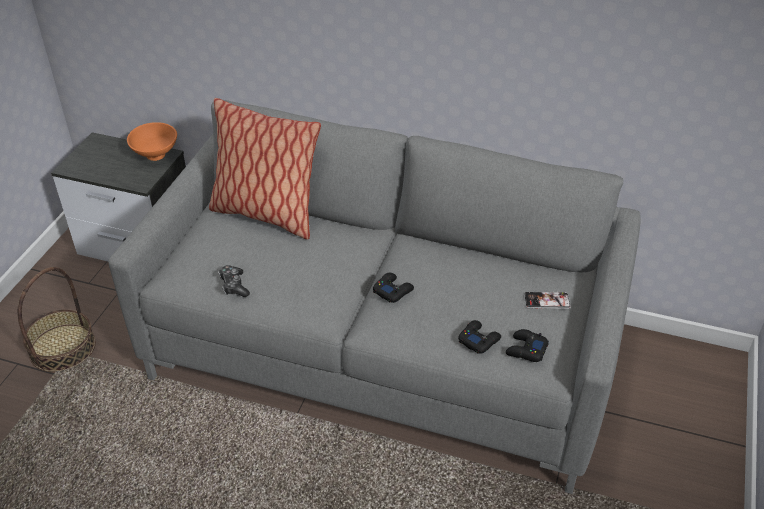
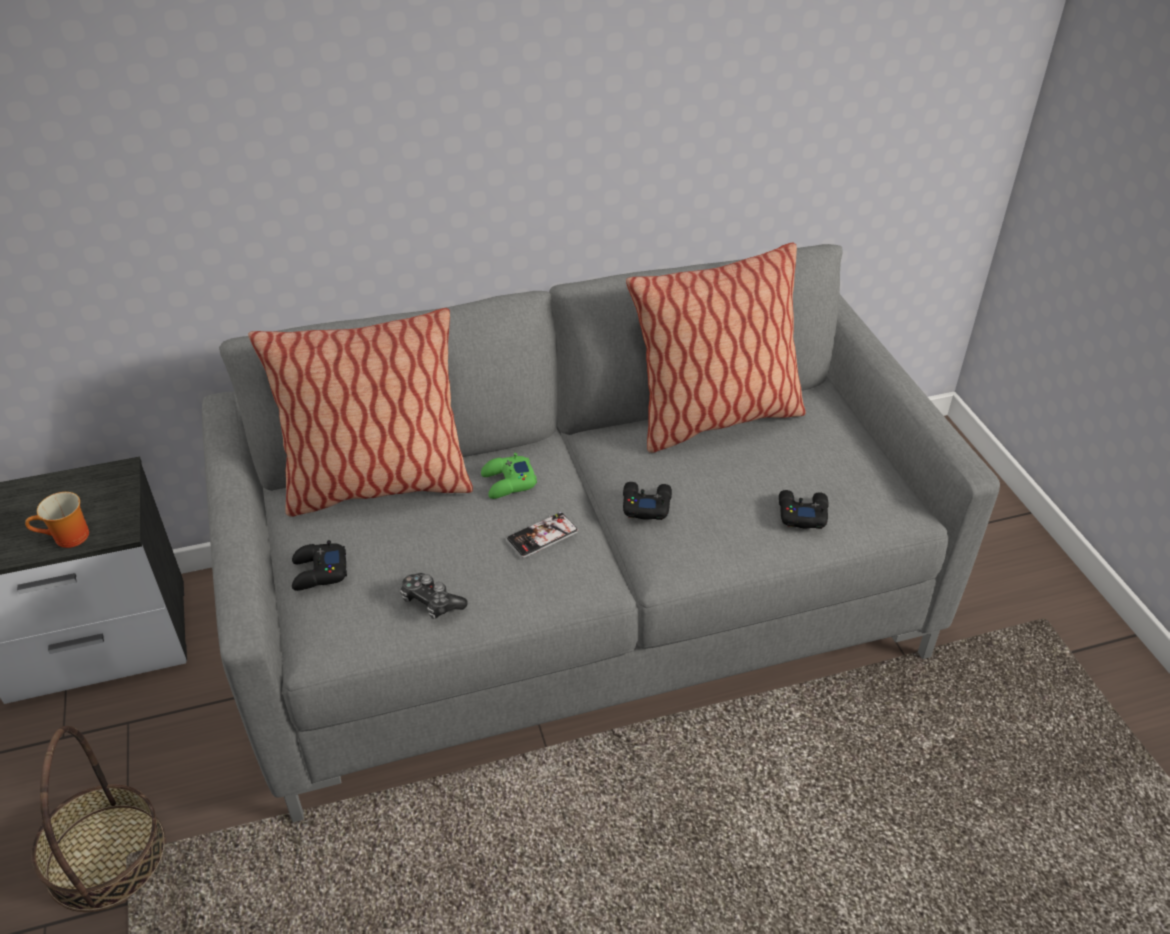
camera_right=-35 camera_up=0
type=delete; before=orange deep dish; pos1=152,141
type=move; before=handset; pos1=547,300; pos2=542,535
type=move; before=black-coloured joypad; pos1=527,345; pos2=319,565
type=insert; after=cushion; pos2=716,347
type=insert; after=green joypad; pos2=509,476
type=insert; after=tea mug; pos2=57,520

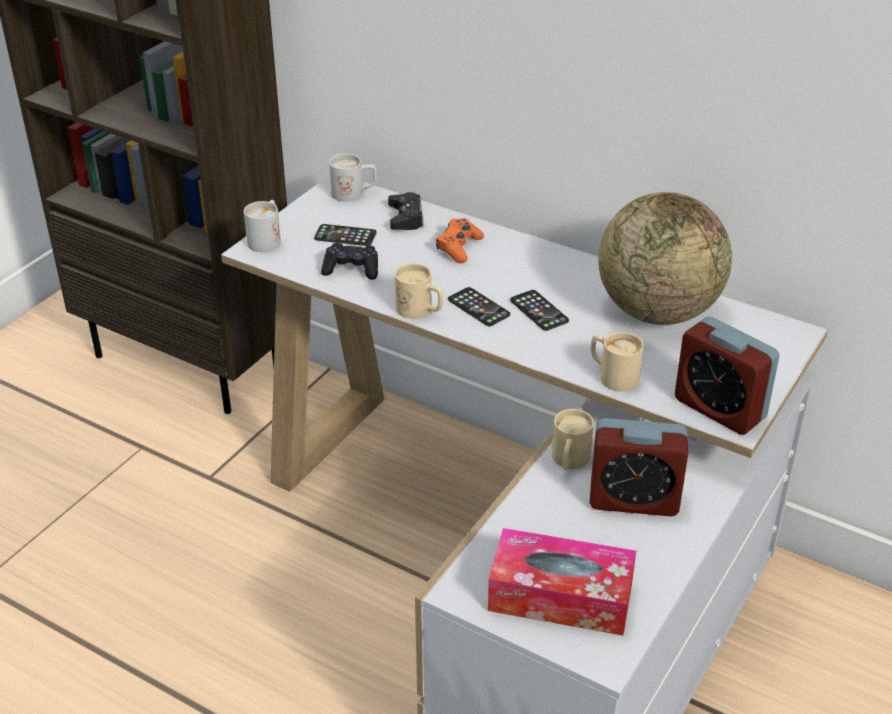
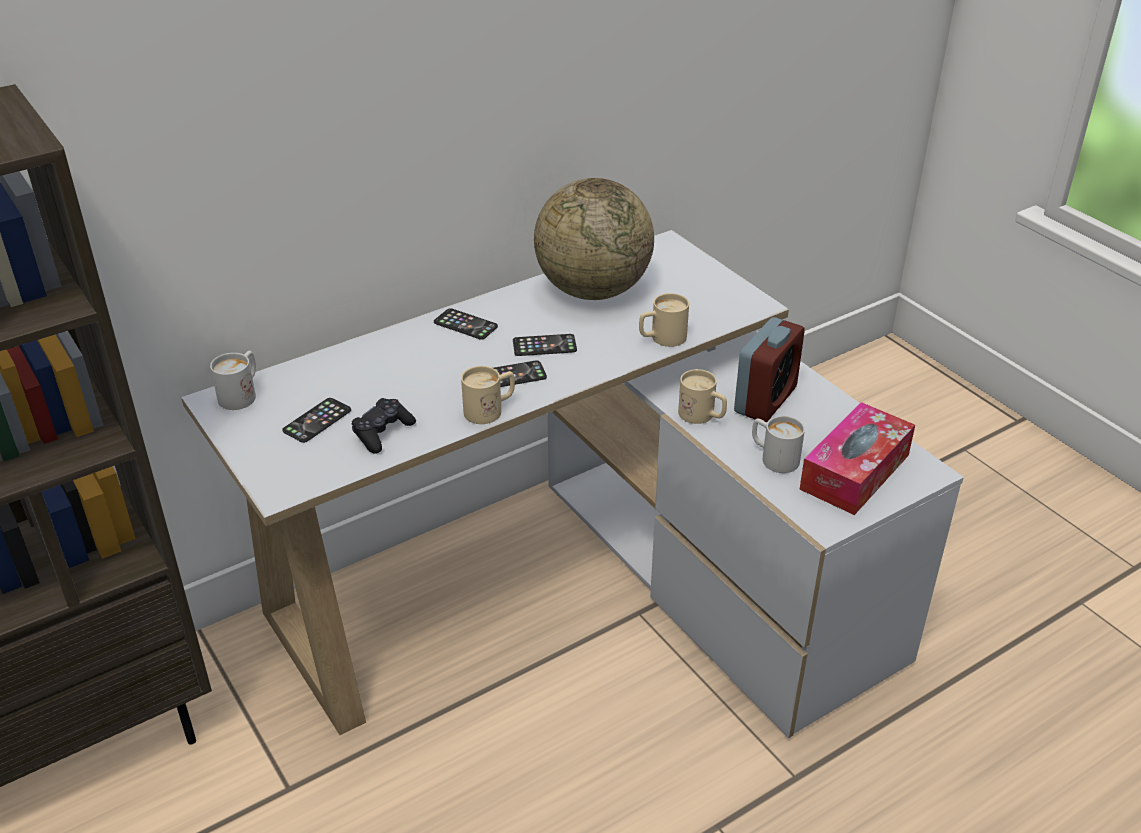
camera_right=-65 camera_up=0
type=delete; before=black-coloured joypad; pos1=406,211
type=move; before=white-coloured tea mug; pos1=262,226; pos2=778,444
type=delete; before=orange joypad; pos1=460,240
type=delete; before=bedside clock; pos1=727,376
type=insert; after=handset; pos2=466,324

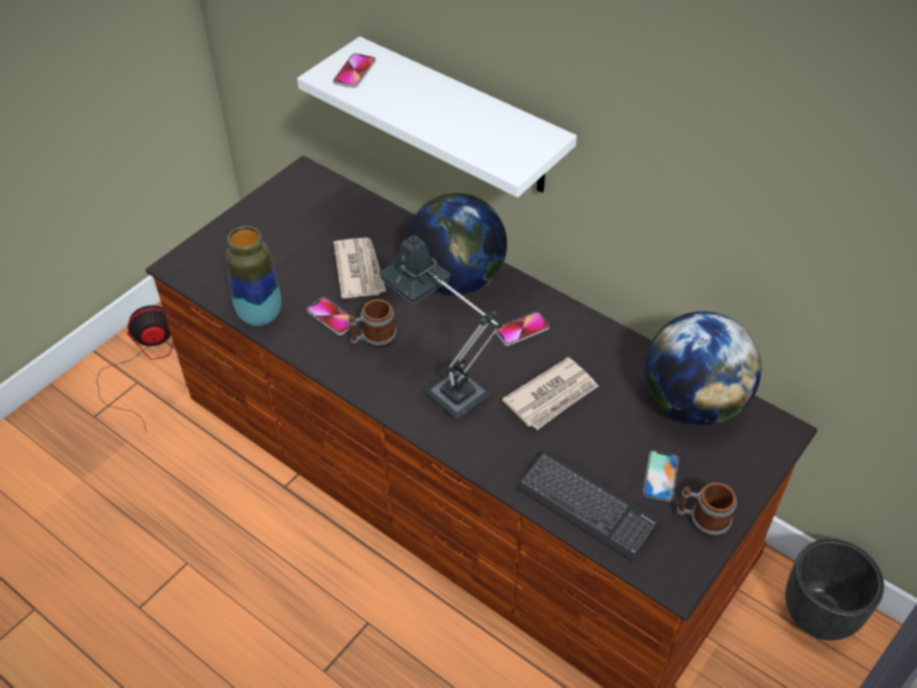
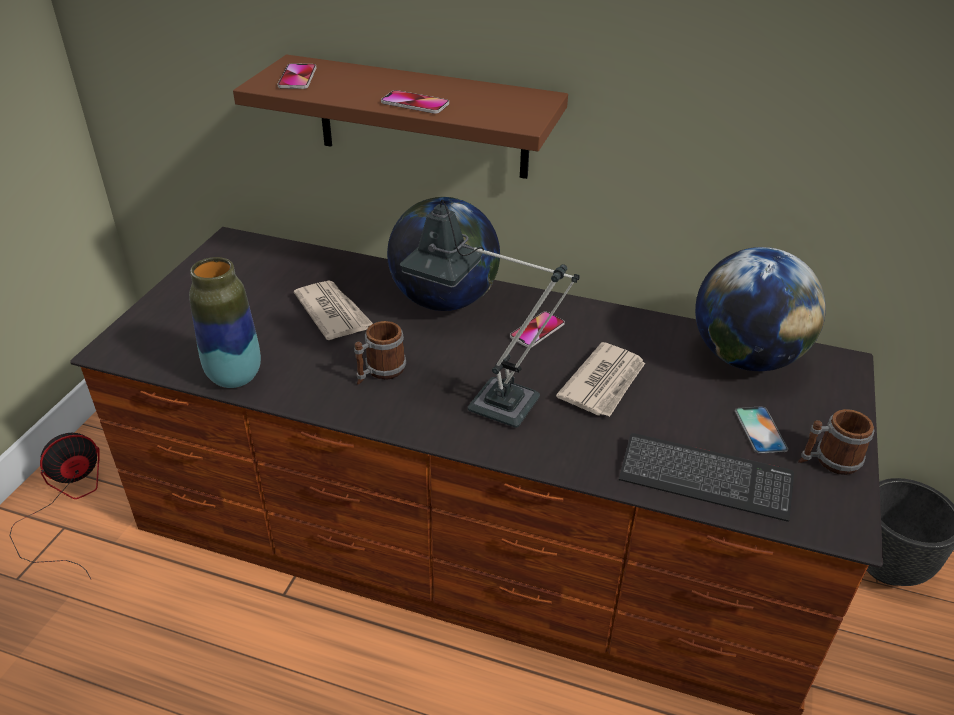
camera_right=-20 camera_up=-10
type=recolor; before=white-coloured shelf; after=brown shelf; pos1=437,117; pos2=400,117
type=move; before=handset; pos1=332,316; pos2=415,102

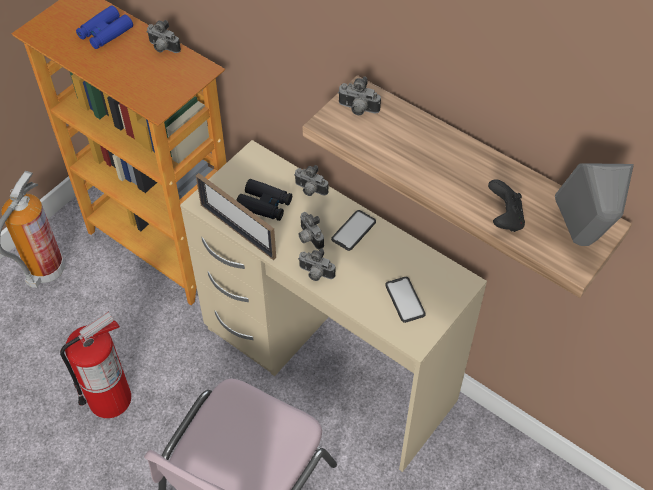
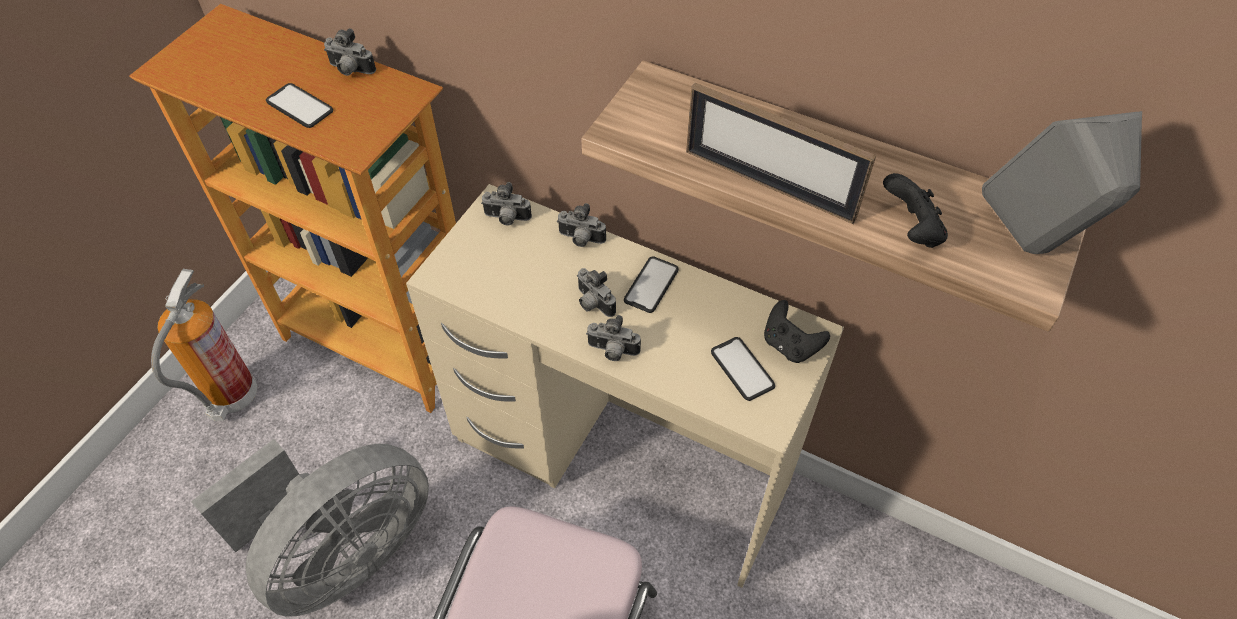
camera_right=-10 camera_up=0
type=delete; before=blue-coloured binoculars; pos1=104,27
type=move; before=still camera; pos1=359,96; pos2=506,204
type=move; before=picture frame; pos1=236,216; pos2=781,153
type=delete; before=black-coloured binoculars; pos1=264,200
type=replace; before=fire-fighting cylinder; after=greyish fan; pos1=95,364; pos2=310,528
type=insert; after=handset; pos2=299,105
type=insert; after=black-coloured joypad; pos2=797,331

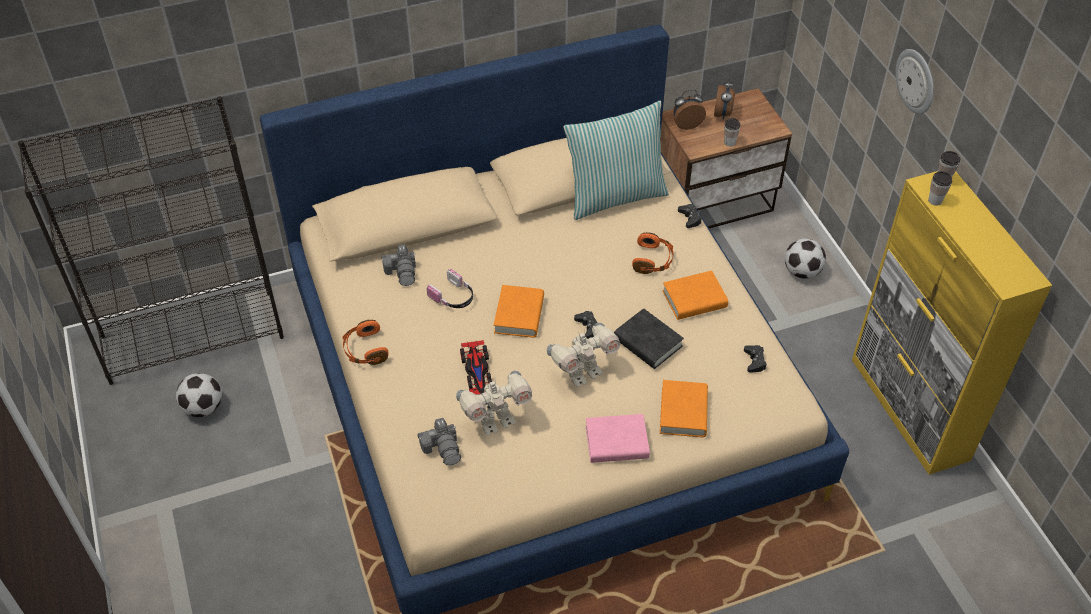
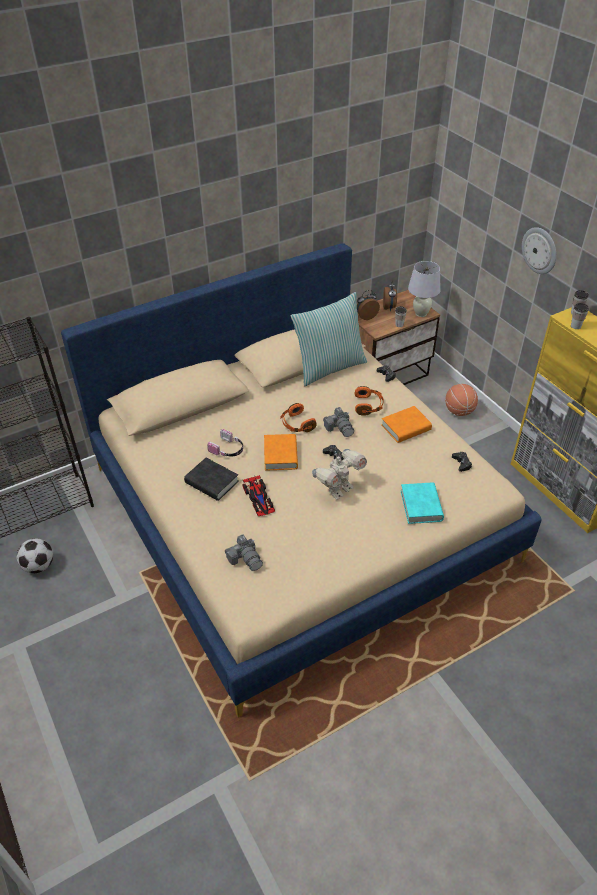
camera_right=-10 camera_up=-5
type=replace; before=ball for football; after=ball for basketball; pos1=805,258; pos2=461,400
type=move; before=still camera; pos1=398,265; pos2=338,422
type=move; before=black-coloured bound book; pos1=649,338; pos2=211,479
type=move; before=orange pair of headphones; pos1=366,342; pos2=298,417
type=delete; before=model robot; pos1=494,403
type=recolor; before=orange bound book; after=turquoise bound book; pos1=684,408; pos2=422,503
type=delete; before=pink-coloured bound book; pos1=618,438
type=insert; after=white-coloured table lamp; pos2=424,289

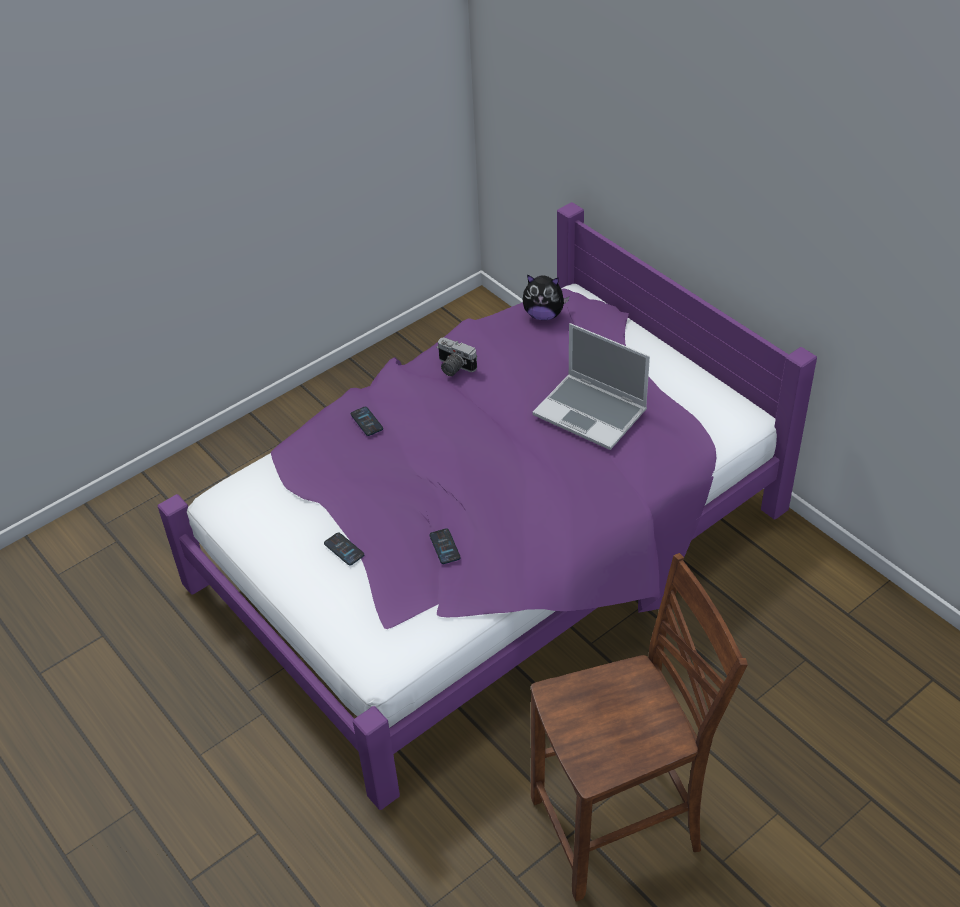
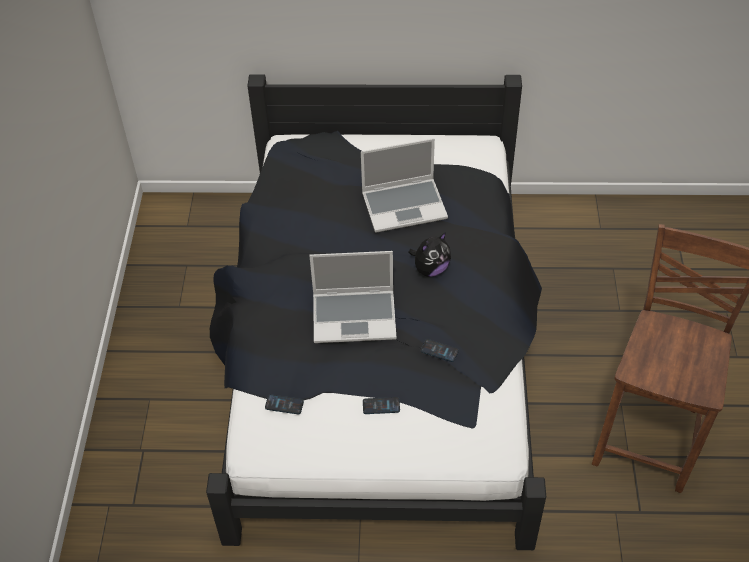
camera_right=-50 camera_up=5
type=recolor; before=purple bedroom bed; after=black-coloured bedroom bed; pos1=487,506; pos2=376,312
type=move; before=cuddly toy; pos1=546,297; pos2=429,254
type=delete; before=still camera; pos1=456,356
type=move; before=handset; pos1=367,421; pos2=284,404
type=insert; after=portable computer; pos2=353,297

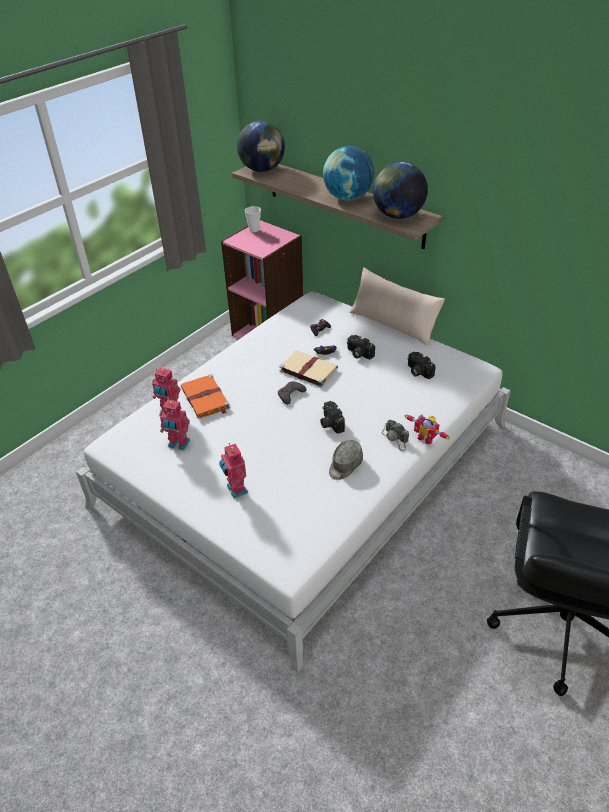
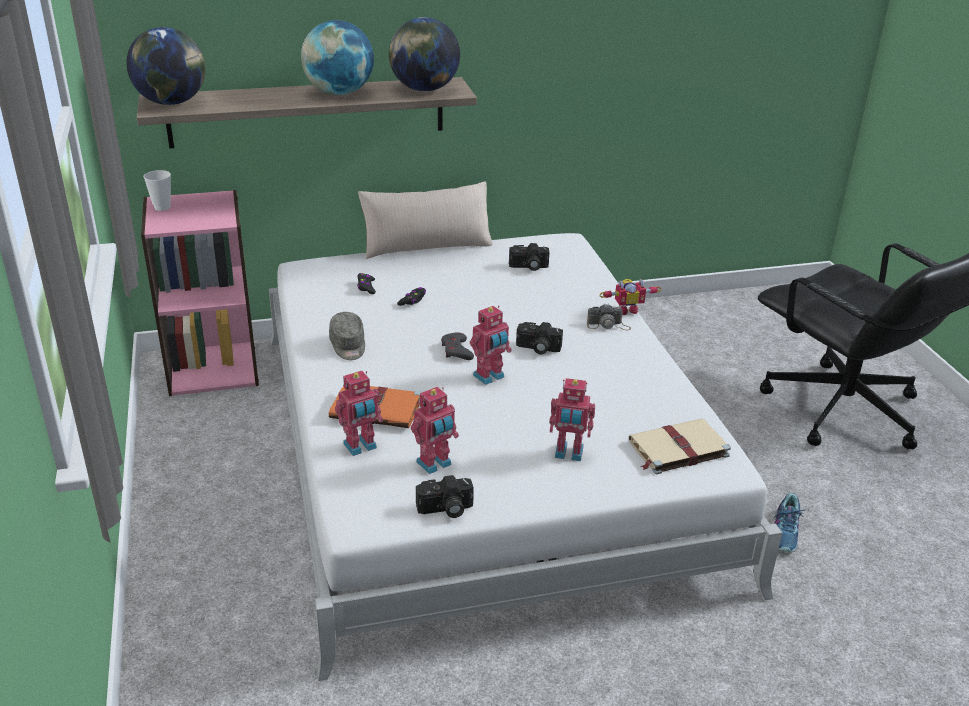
camera_right=-55 camera_up=-10
type=move; before=still camera; pos1=361,347; pos2=445,496
type=move; before=beige bound book; pos1=308,368; pos2=680,446
type=move; before=greyish cap; pos1=346,460; pos2=347,336
type=insert; after=model robot; pos2=491,345
type=insert; after=low shoe; pos2=789,522

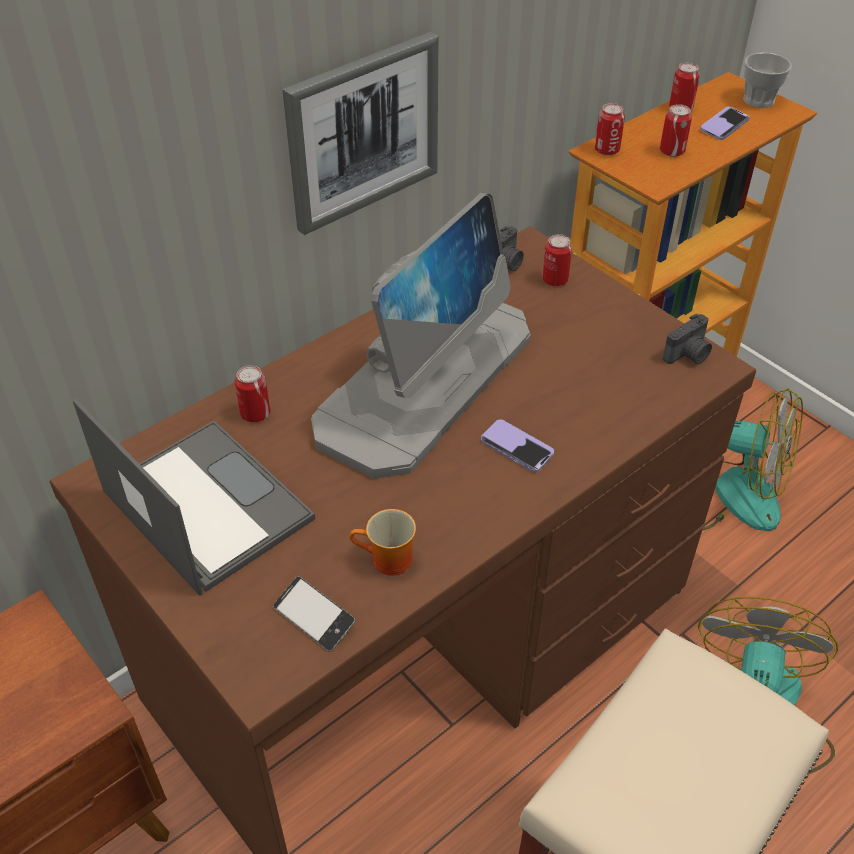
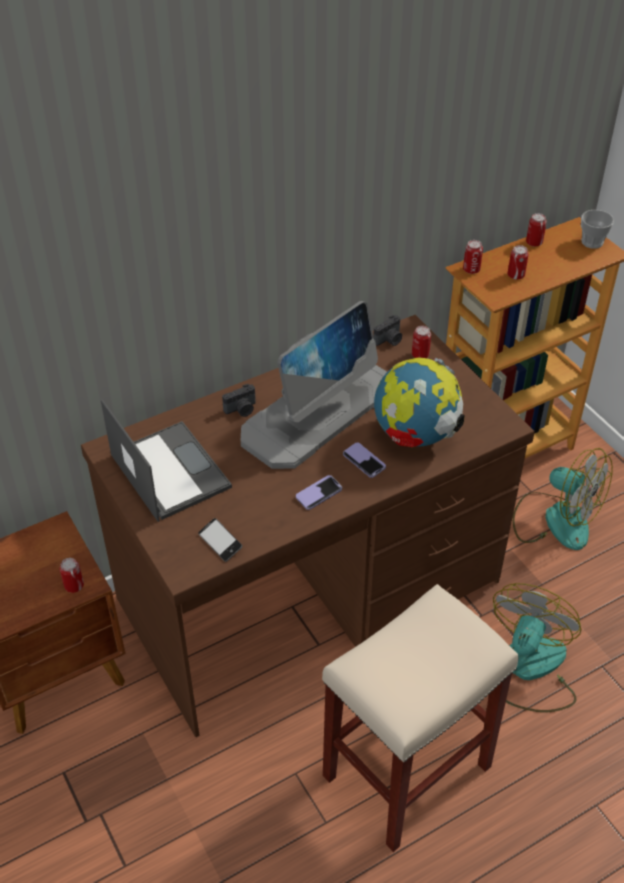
camera_right=10 camera_up=0
type=delete; before=picture; pos1=360,133
type=move; before=handset; pos1=725,123; pos2=319,492
type=move; before=still camera; pos1=687,339; pos2=239,400
type=move; before=sealed can; pos1=252,393; pos2=72,575
type=delete; before=tea mug; pos1=383,542
type=insert; after=globe; pos2=419,402

